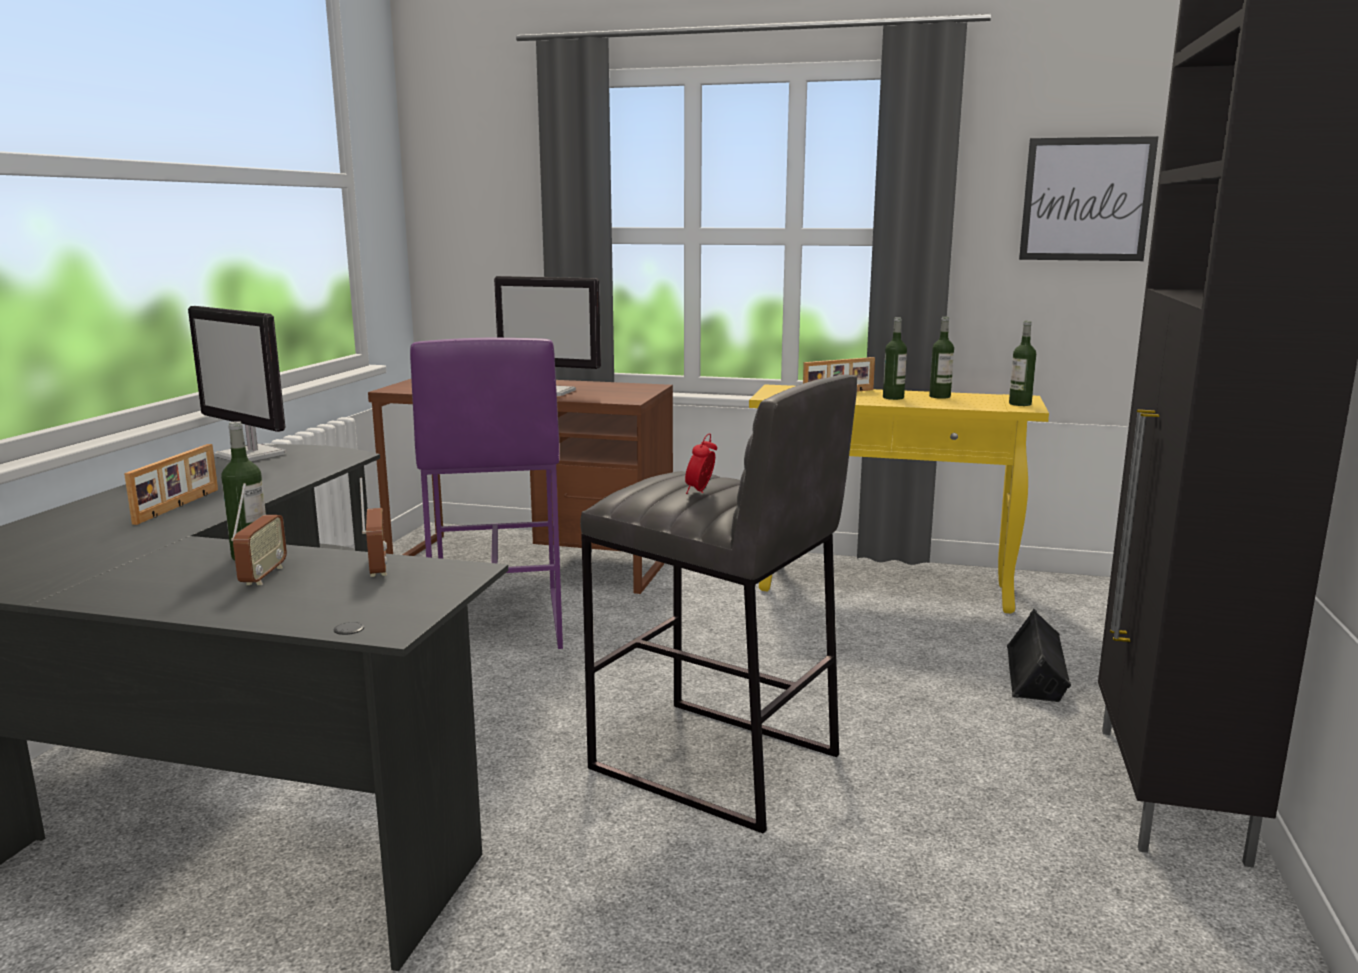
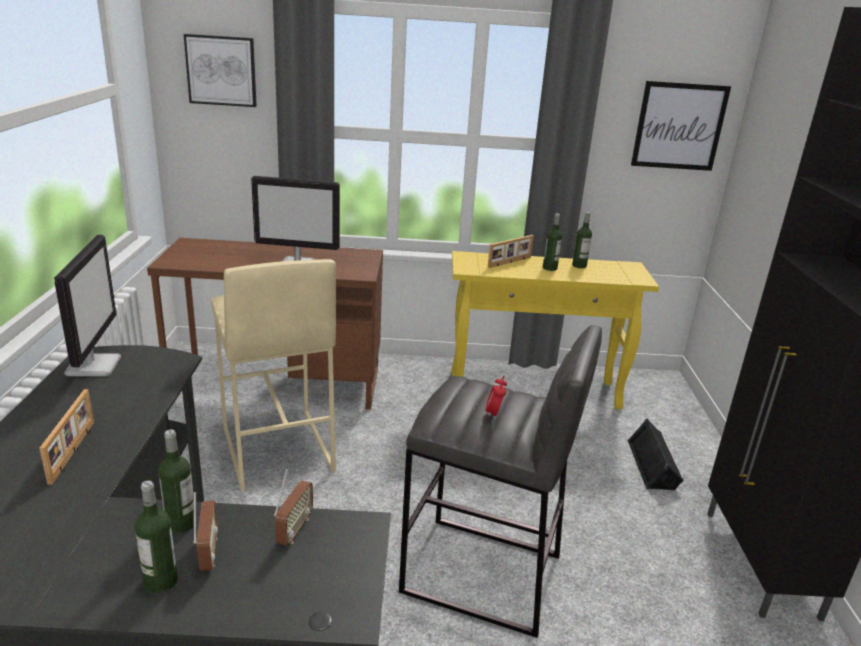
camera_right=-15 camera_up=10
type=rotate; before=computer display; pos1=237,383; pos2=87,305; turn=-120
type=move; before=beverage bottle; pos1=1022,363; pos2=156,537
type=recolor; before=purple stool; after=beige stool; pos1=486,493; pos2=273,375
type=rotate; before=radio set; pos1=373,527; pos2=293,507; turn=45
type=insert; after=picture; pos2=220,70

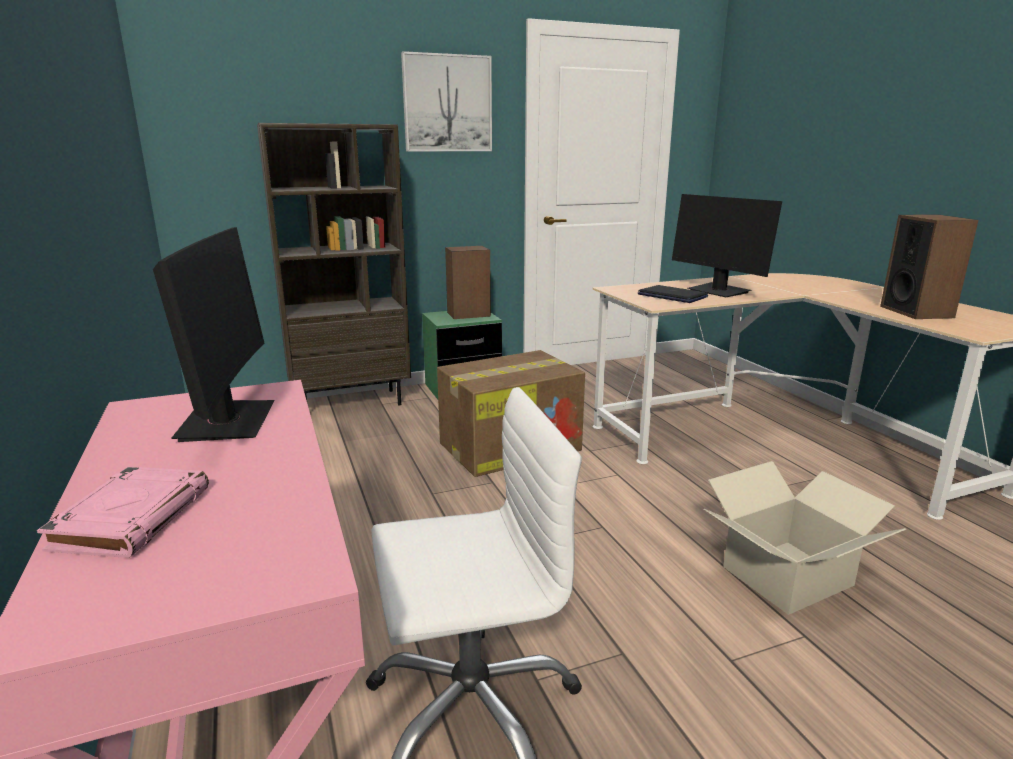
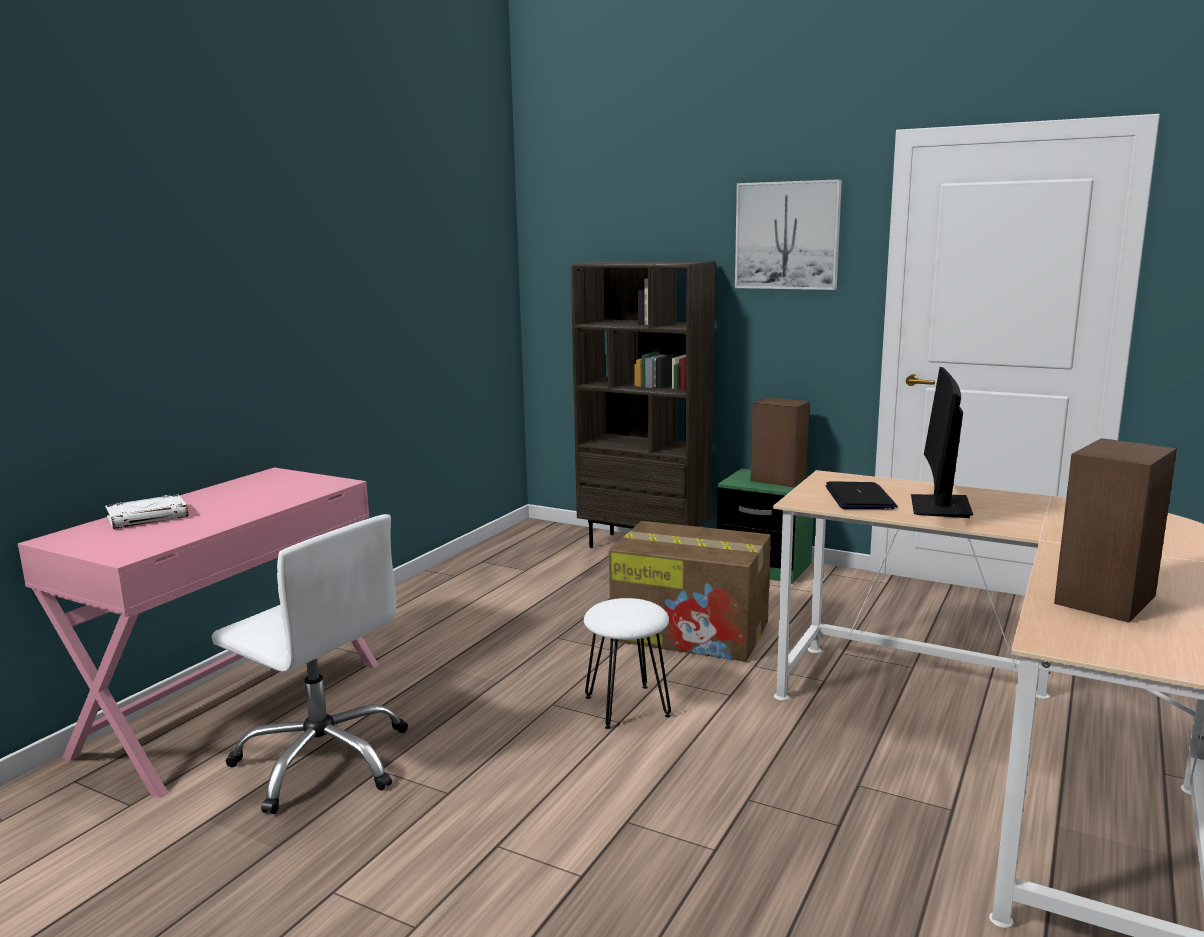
camera_right=50 camera_up=-5
type=delete; before=computer display; pos1=214,334
type=delete; before=packing box; pos1=805,538
type=recolor; before=pink-coloured bound book; after=white-coloured bound book; pos1=123,512; pos2=146,511
type=insert; after=white-coloured stool; pos2=627,663

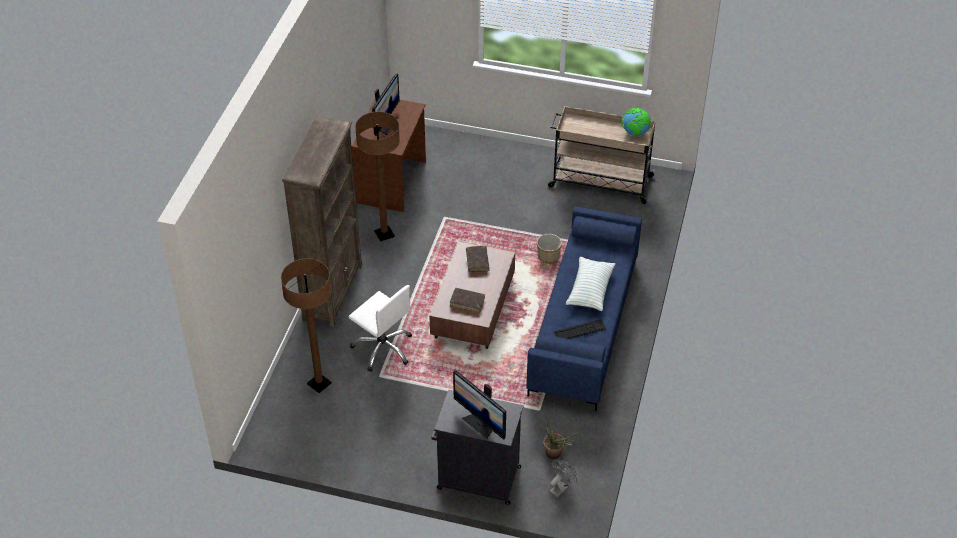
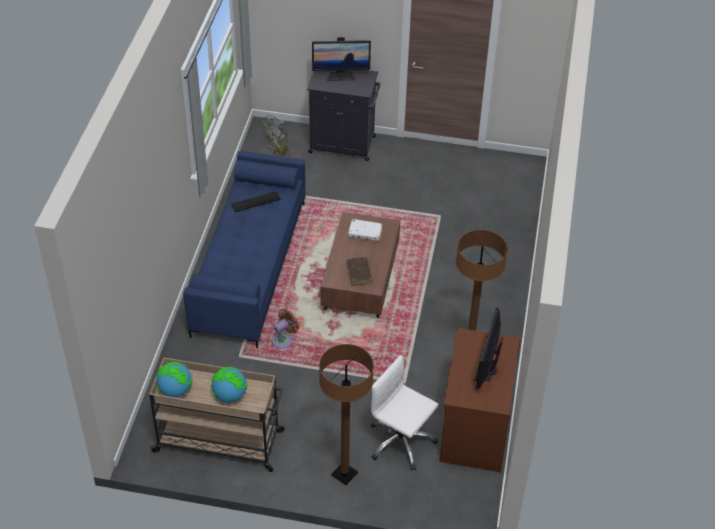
camera_right=175 camera_up=0
type=delete; before=brown shelving unit; pos1=322,221
type=replace; before=flower pot; after=brown fan; pos1=549,248; pos2=285,329
type=delete; before=cushion; pos1=590,284
type=move; before=brown floor lamp; pos1=306,325; pos2=346,414
type=move; before=white-coloured office chair; pos1=380,328; pos2=404,412
type=recolor; before=brown bound book; after=white-coloured bound book; pos1=467,300; pos2=365,230
type=rotate; before=computer display; pos1=479,405; pos2=341,59; turn=135
type=insert; after=globe; pos2=229,385

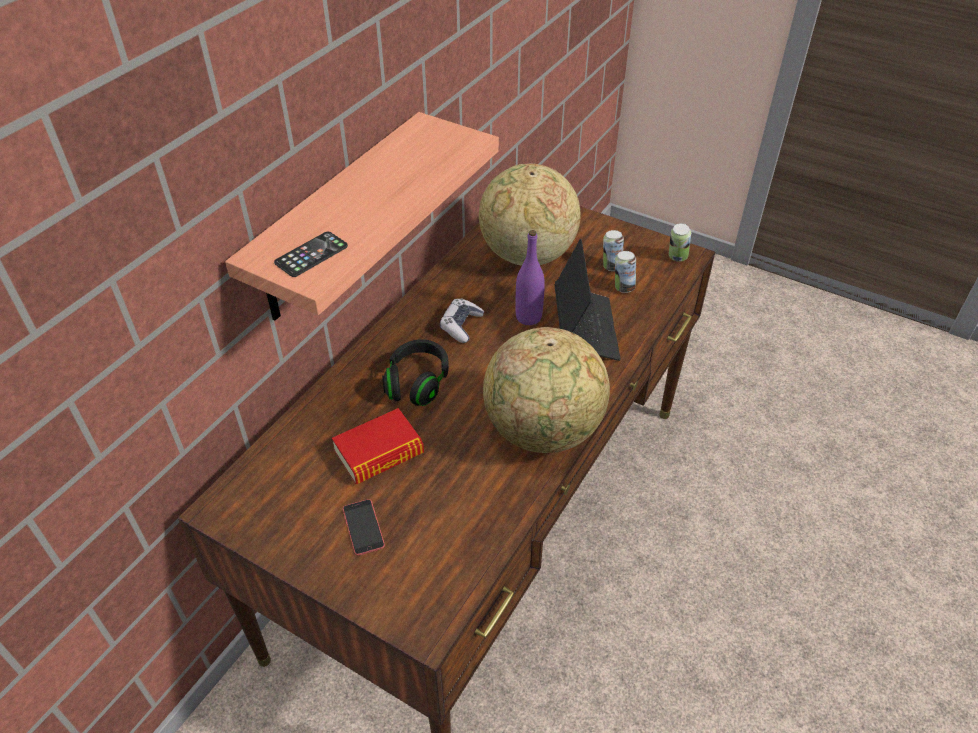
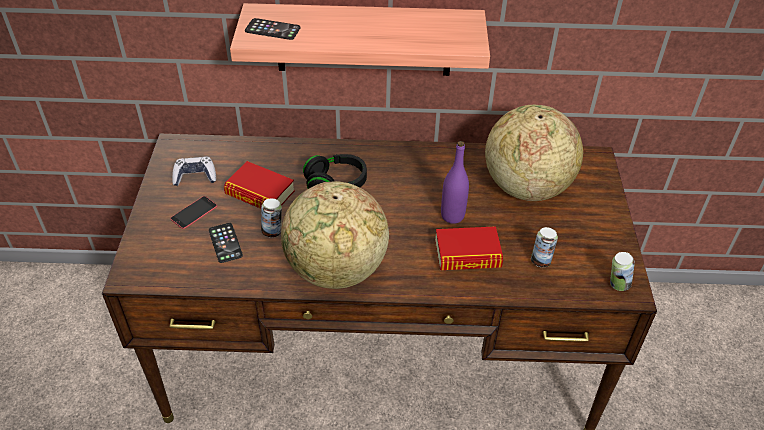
camera_right=60 camera_up=0
type=move; before=sealed can; pos1=613,250; pos2=271,218
type=replace; before=portable computer; after=bound book; pos1=587,300; pos2=469,248
type=move; before=joypad; pos1=462,320; pos2=194,171
type=insert; after=handset; pos2=226,243

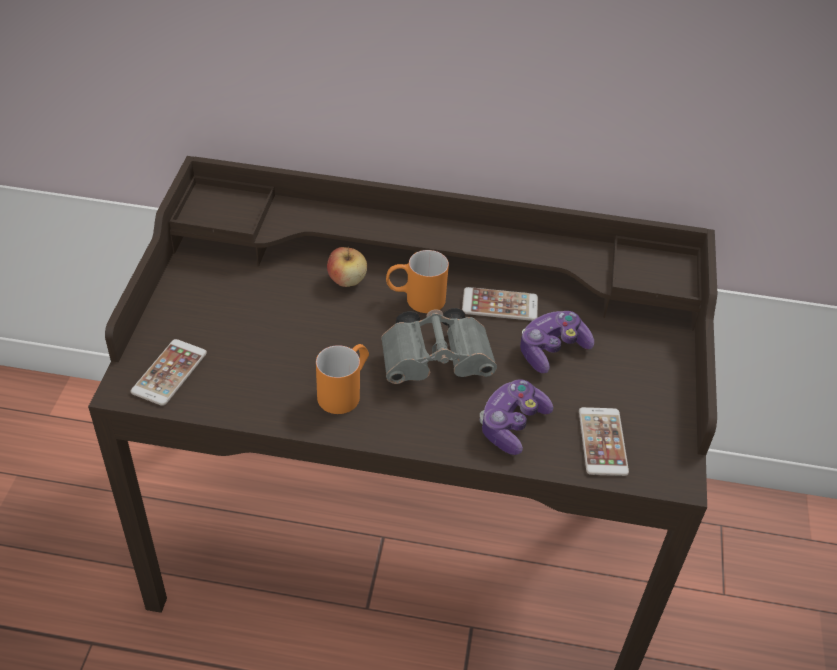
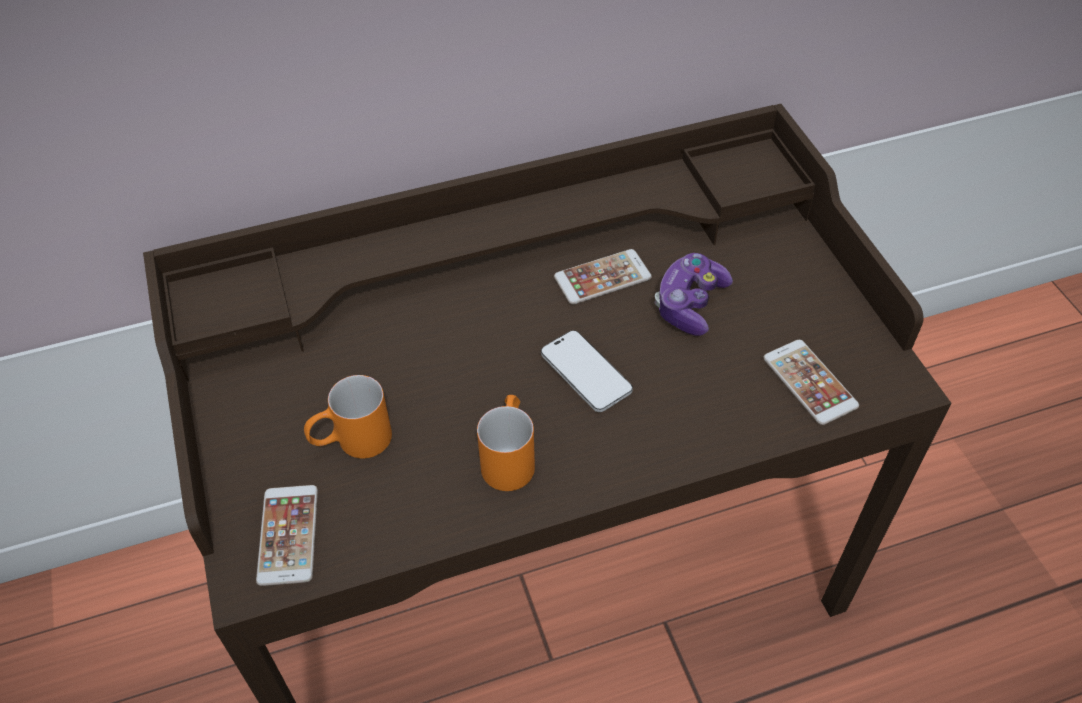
camera_right=-25 camera_up=5
type=delete; before=apple; pos1=347,266
type=move; before=orange tea mug; pos1=417,281; pos2=348,416
type=replace; before=greyish binoculars; after=handset; pos1=439,346; pos2=587,371
type=delete; before=joypad; pos1=516,417

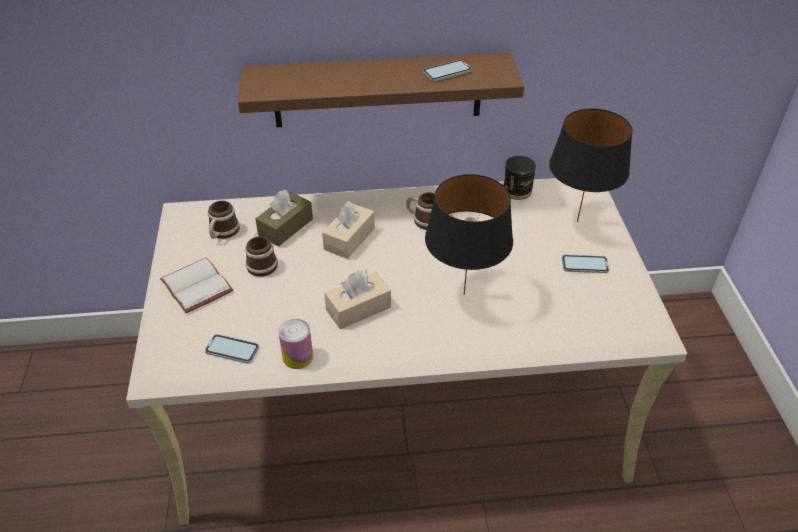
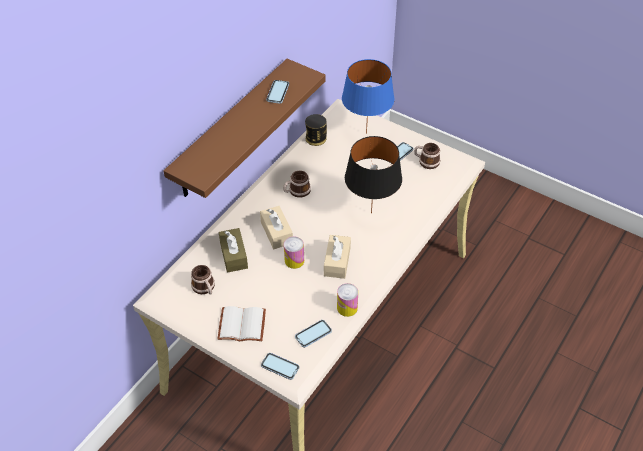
camera_right=-50 camera_up=5
type=recolor; before=black-coloured table lamp; after=blue-coloured table lamp; pos1=591,165; pos2=368,96
type=move; before=tea mug; pos1=261,255; pos2=427,156
type=insert; after=sealed can; pos2=294,253
type=insert; after=handset; pos2=280,366

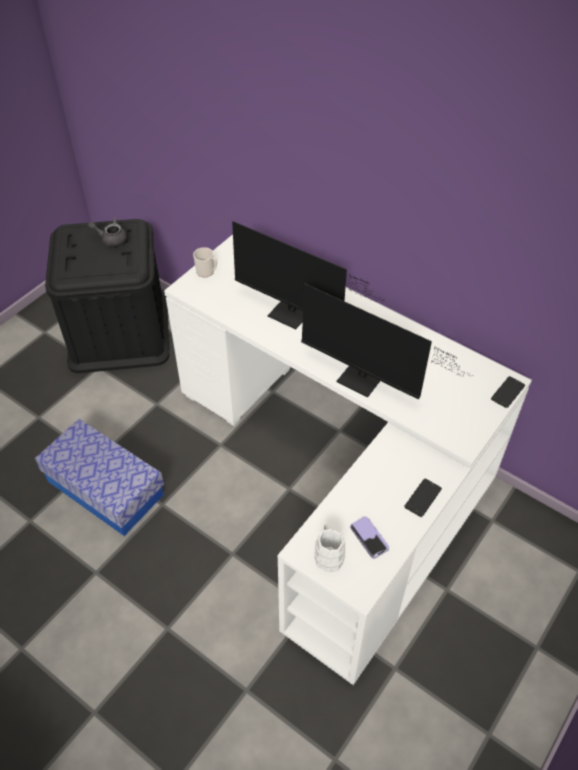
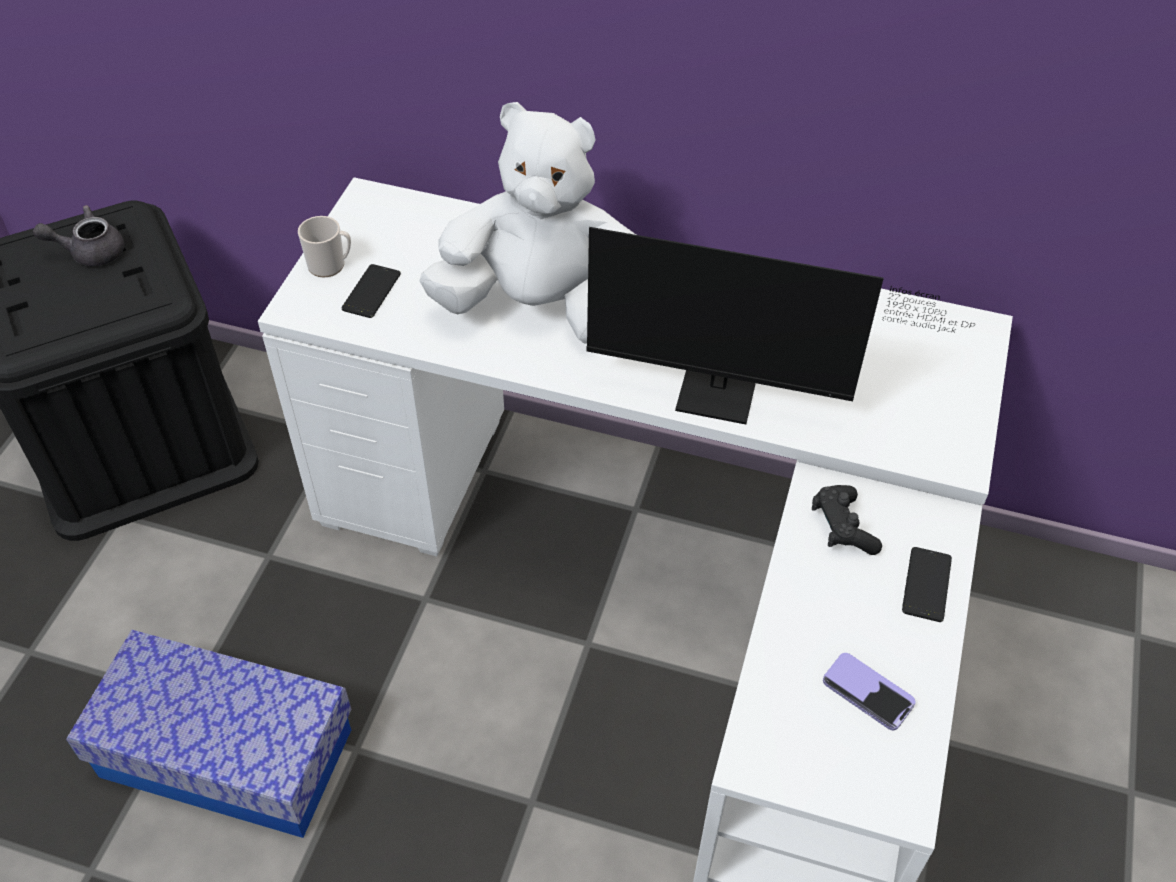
camera_right=-20 camera_up=0
type=replace; before=computer display; after=white-coloured cuddly toy; pos1=307,275; pos2=527,223
type=move; before=handset; pos1=508,392; pos2=371,291
type=delete; before=white-coloured tea mug; pos1=330,548
type=insert; after=black-coloured joypad; pos2=847,520

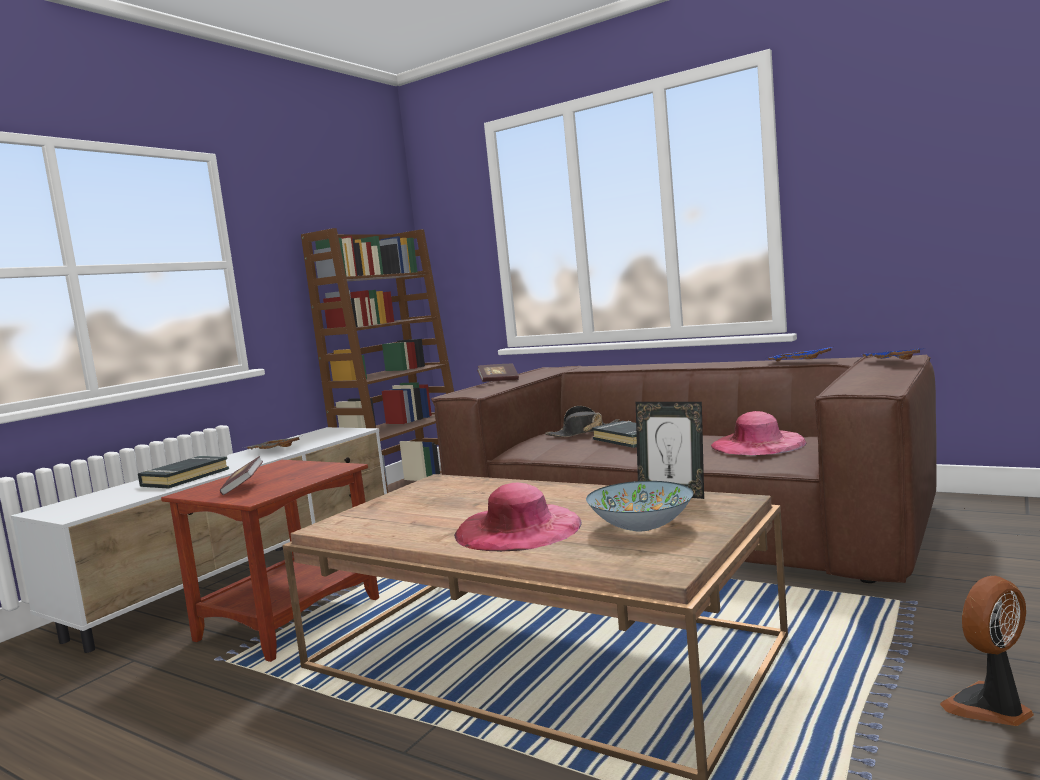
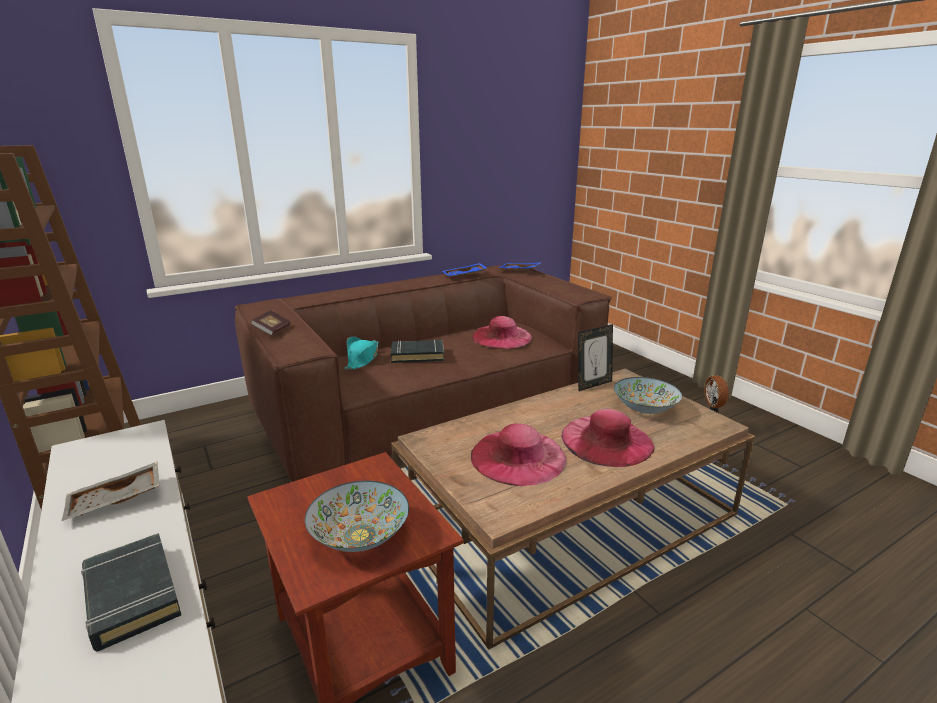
camera_right=-65 camera_up=15
type=recolor; before=black-coloured wearable hat; after=turquoise wearable hat; pos1=582,421; pos2=361,353
type=replace; before=bound book; after=deep dish; pos1=241,475; pos2=357,516
type=insert; after=pink-coloured wearable hat; pos2=519,454

